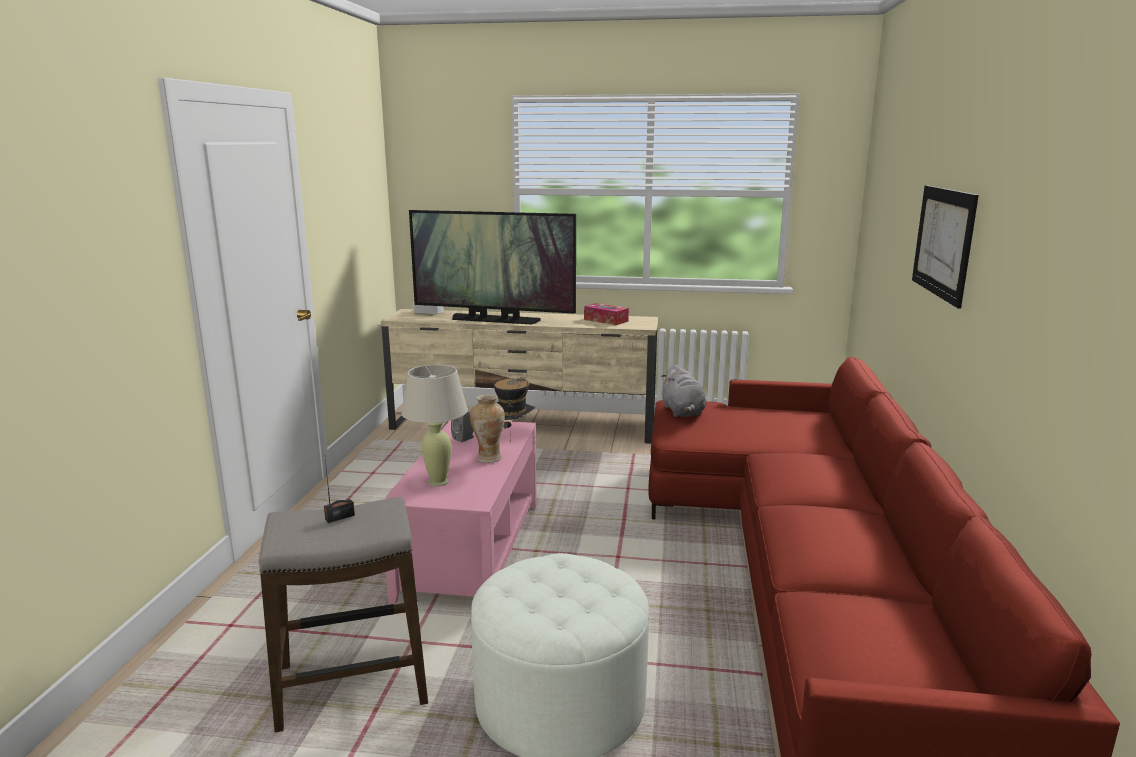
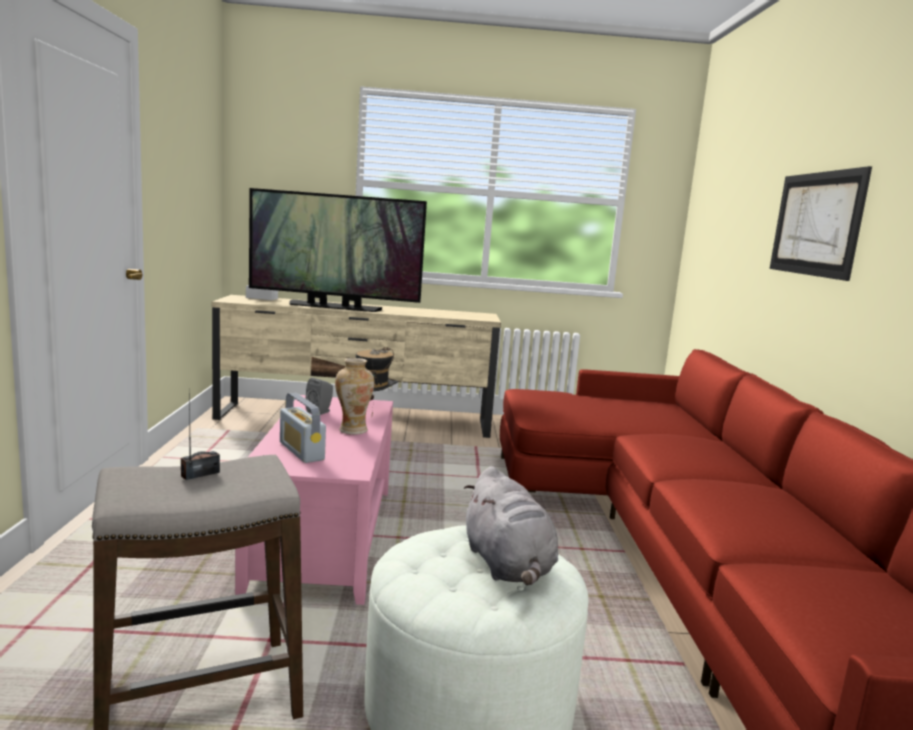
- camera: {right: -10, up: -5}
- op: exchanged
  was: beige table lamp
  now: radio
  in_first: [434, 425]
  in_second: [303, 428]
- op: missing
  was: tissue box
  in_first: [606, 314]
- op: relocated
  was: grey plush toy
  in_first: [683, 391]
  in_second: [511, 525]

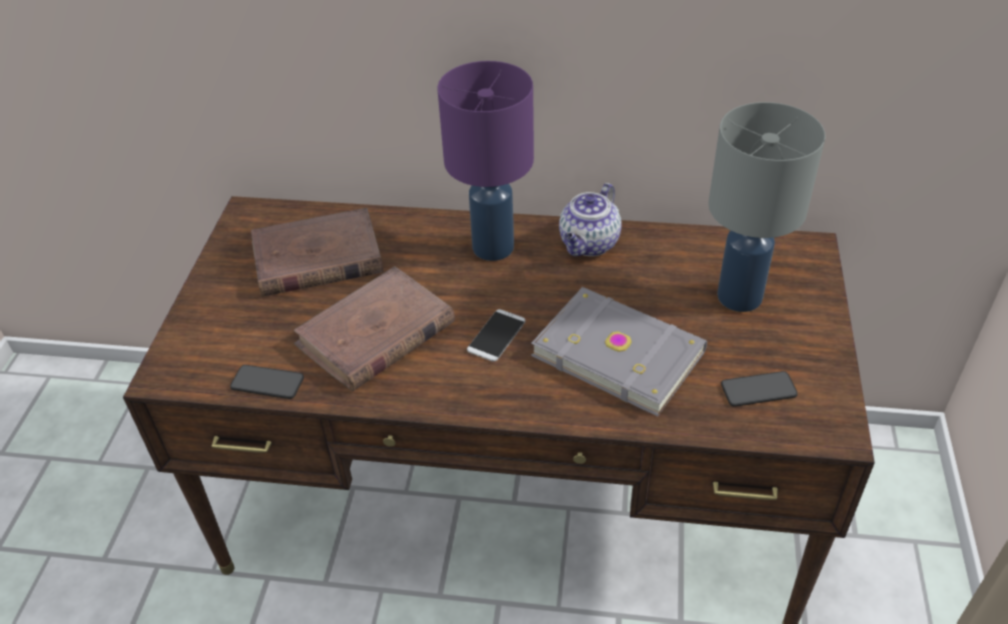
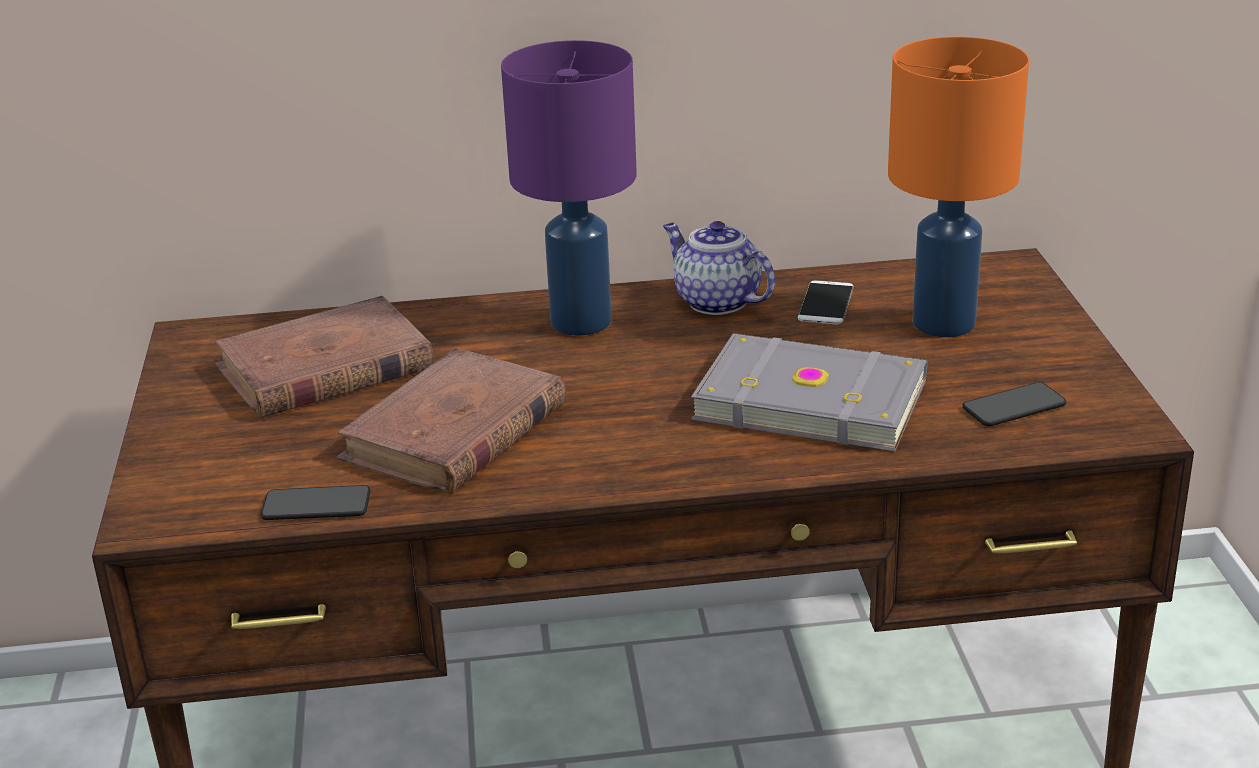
- camera: {right: -15, up: -15}
- op: relocated
  was: phone
  in_first: [496, 335]
  in_second: [826, 302]
- op: spun
  was: teapot
  in_first: [590, 219]
  in_second: [719, 268]
  clockwise: 120
- op: colour
  was: grey table lamp
  now: orange table lamp
  in_first: [766, 207]
  in_second: [958, 187]

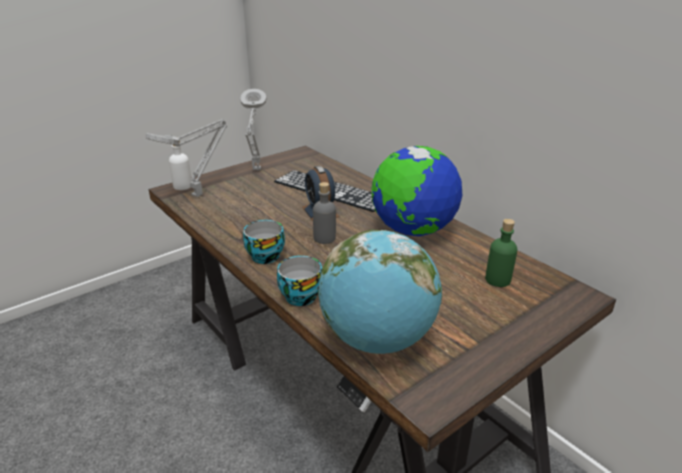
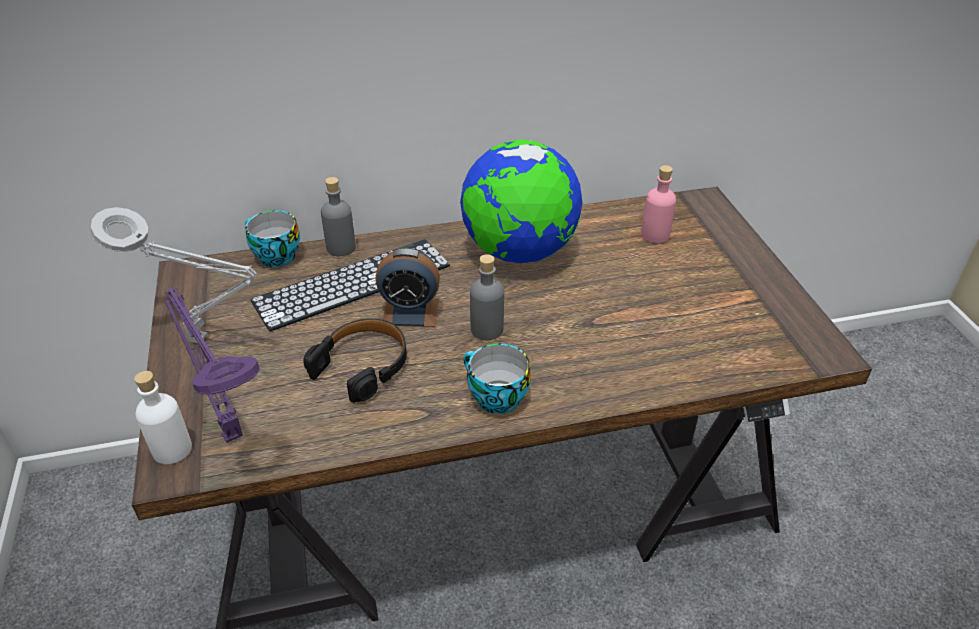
- camera: {right: -65, up: 10}
- op: colour
  was: grey table lamp
  now: purple table lamp
  in_first: [186, 158]
  in_second: [212, 365]
- op: relocated
  was: cup
  in_first: [299, 281]
  in_second: [272, 238]
- op: missing
  was: globe
  in_first: [380, 292]
- op: colour
  was: green bottle
  now: pink bottle
  in_first: [501, 253]
  in_second: [658, 204]
- op: appeared
  now: black headphones
  in_second: [355, 360]
- op: appeared
  now: grey bottle
  in_second: [338, 216]

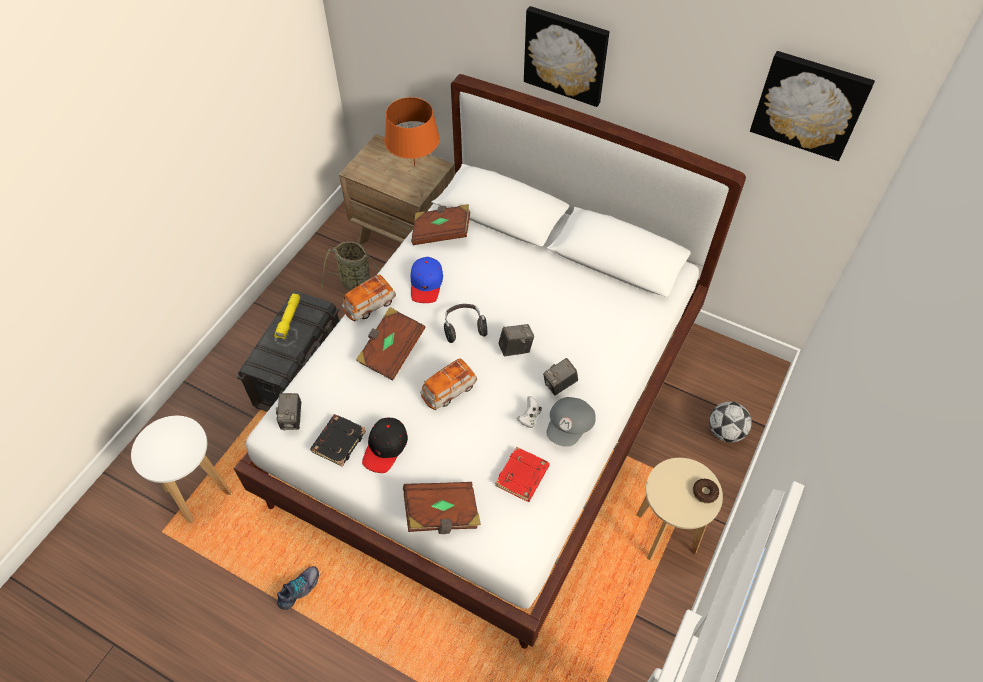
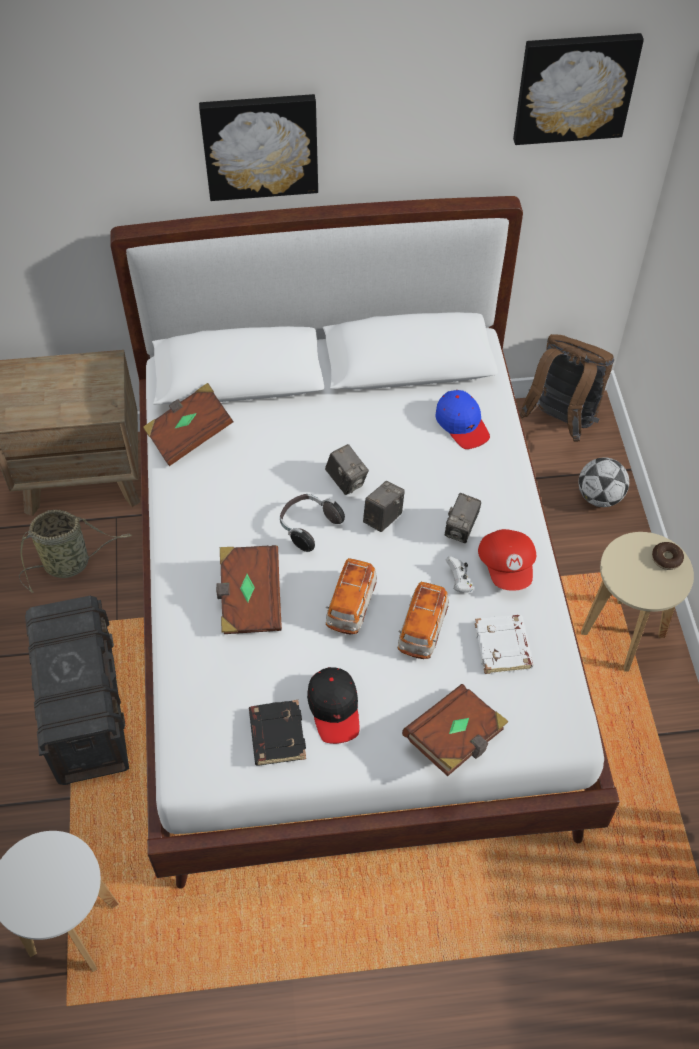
- camera: {right: -35, up: 0}
- op: missing
  was: yellow flashlight
  in_first: [287, 316]
- op: relocated
  was: photo camera
  in_first: [289, 412]
  in_second: [347, 469]
- op: missing
  was: shoe
  in_first: [298, 588]
- op: relocated
  was: toy car
  in_first: [369, 298]
  in_second: [423, 620]
- op: missing
  was: orange table lamp
  in_first: [412, 132]
- op: relocated
  was: blue cap
  in_first: [426, 280]
  in_second: [462, 419]
- op: colour
  was: red book
  now: white book
  in_first: [522, 474]
  in_second: [504, 644]
- op: colour
  was: grey cap
  now: red cap
  in_first: [571, 422]
  in_second: [507, 560]
- op: appeared
  now: brown backpack
  in_second: [566, 388]

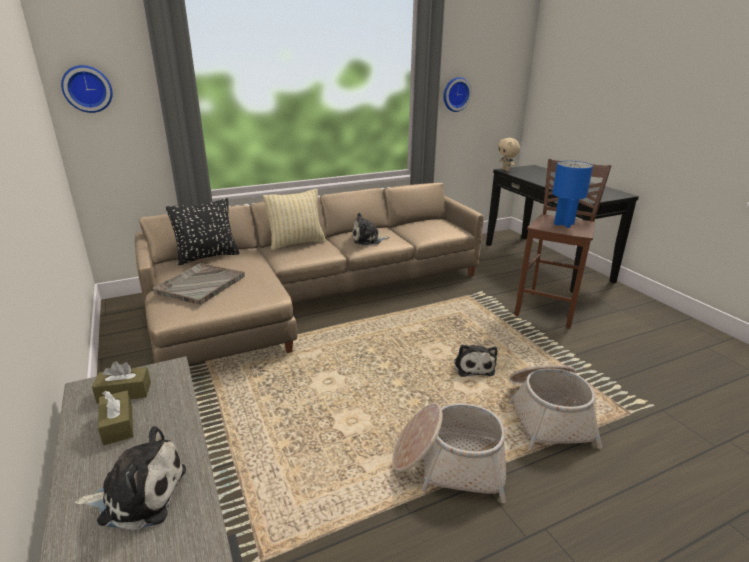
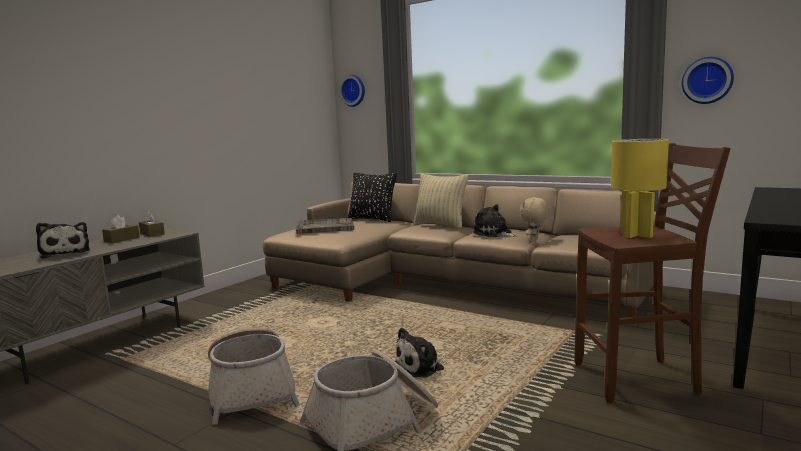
- camera: {right: 60, up: -15}
- op: relocated
  was: beige plush toy
  in_first: [509, 154]
  in_second: [534, 219]
- op: colour
  was: blue table lamp
  now: yellow table lamp
  in_first: [572, 194]
  in_second: [640, 188]

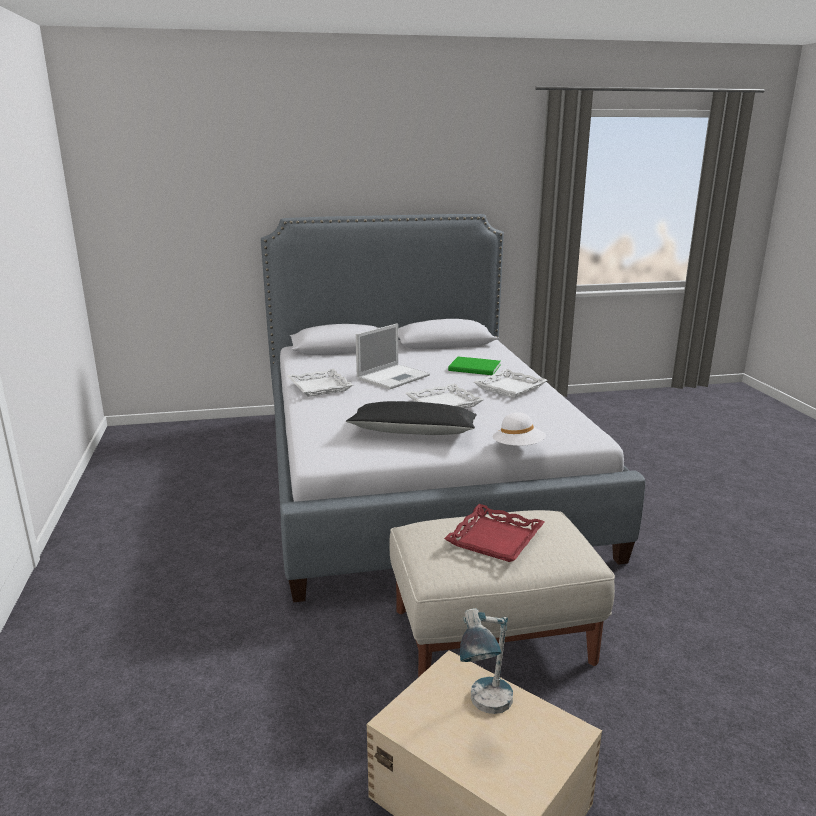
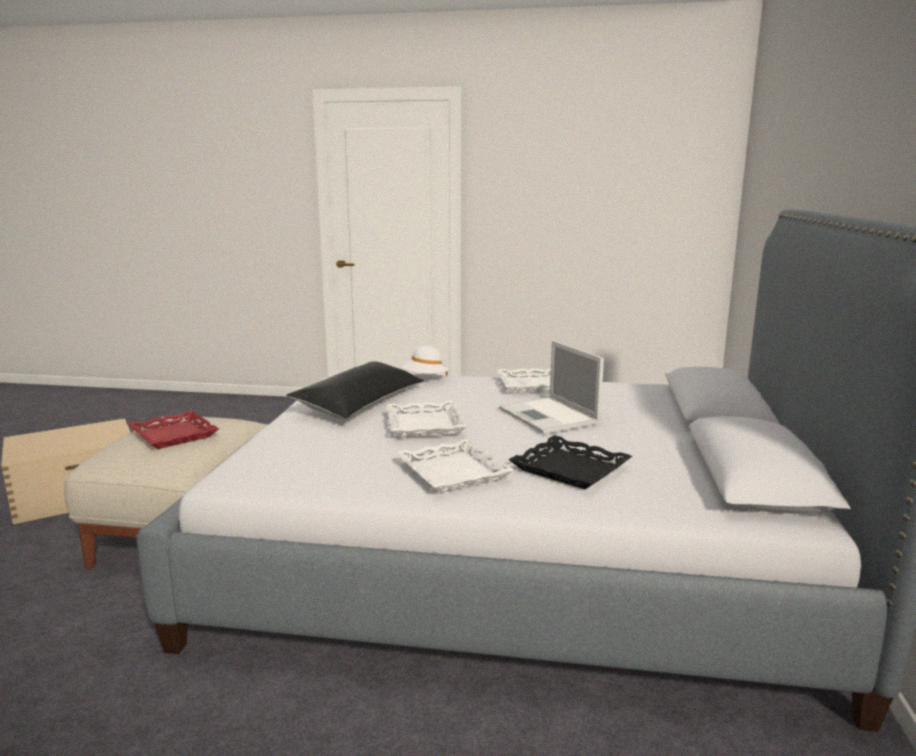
- camera: {right: 110, up: -5}
- op: exchanged
  was: green book
  now: black tray
  in_first: [474, 365]
  in_second: [570, 462]
- op: missing
  was: table lamp
  in_first: [486, 661]
- op: relocated
  was: white hat
  in_first: [519, 429]
  in_second: [424, 361]

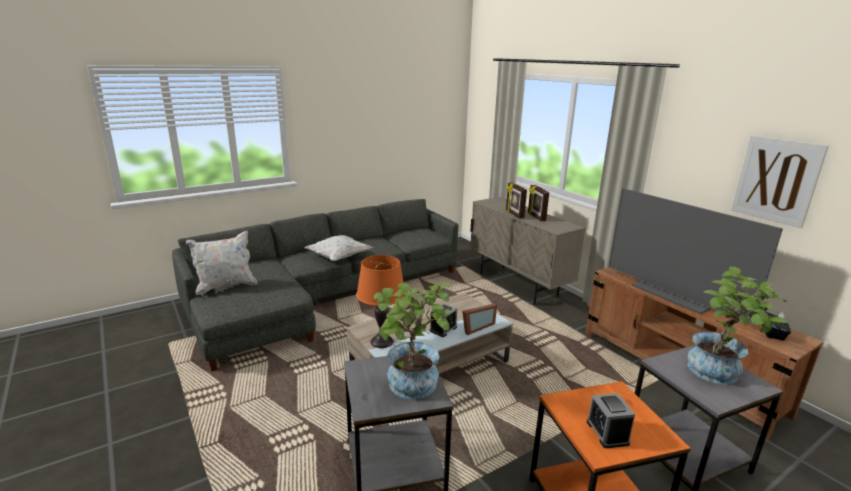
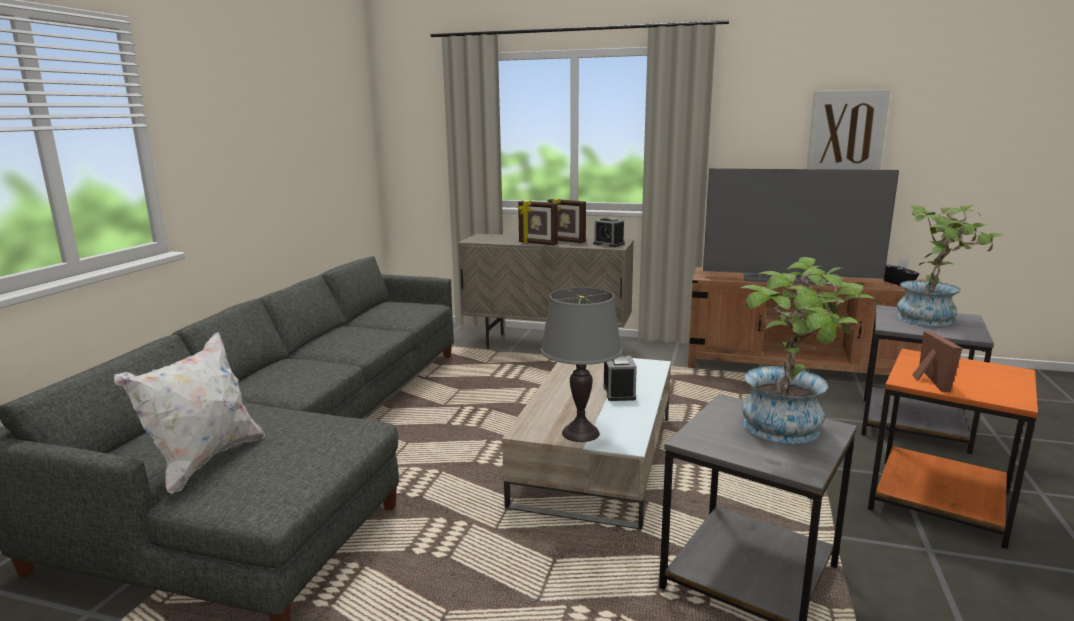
- camera: {right: -40, up: -5}
- op: missing
  was: white pillow
  in_first: [339, 248]
- op: colour
  was: orange table lamp
  now: grey table lamp
  in_first: [380, 301]
  in_second: [581, 364]
- op: relocated
  was: picture frame
  in_first: [479, 319]
  in_second: [937, 361]
- op: relocated
  was: alarm clock
  in_first: [611, 420]
  in_second: [609, 232]

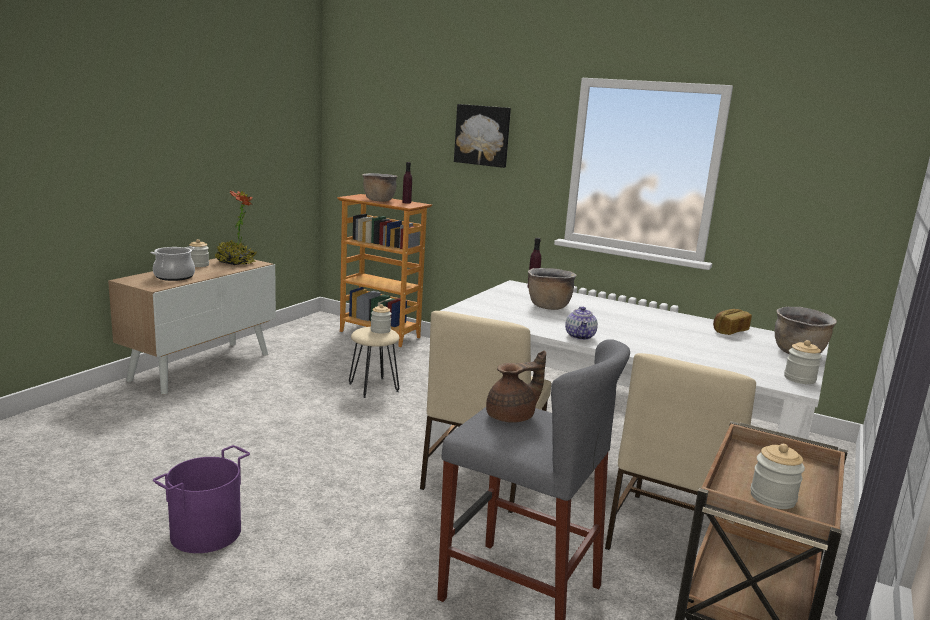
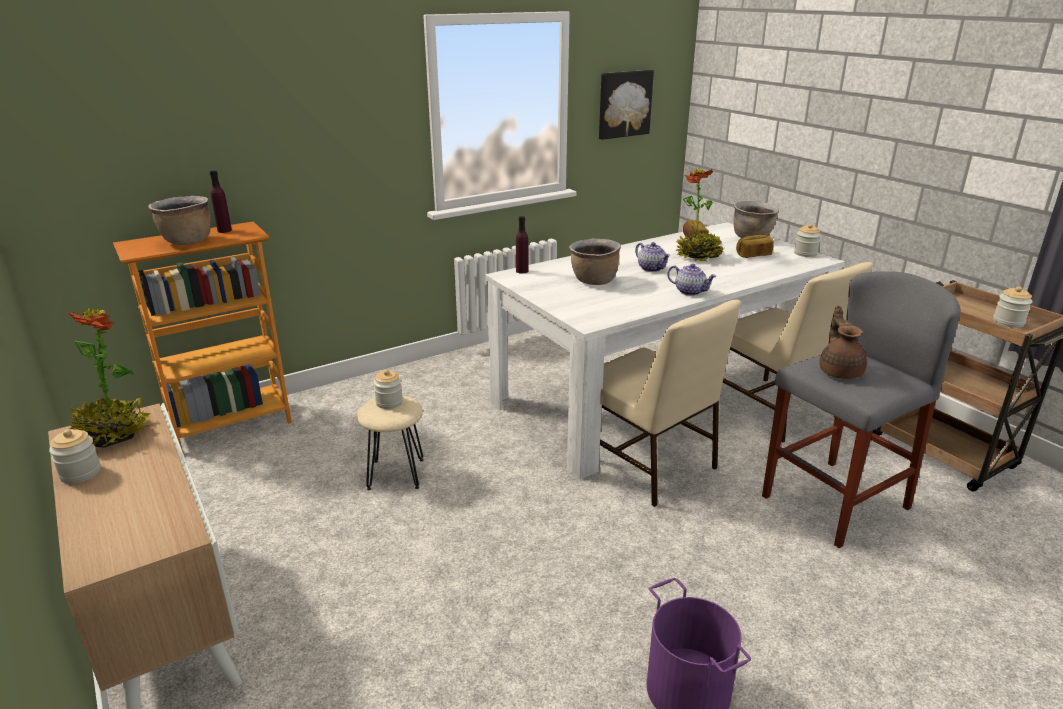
- camera: {right: -60, up: 10}
- op: missing
  was: cooking pot
  in_first: [173, 263]
- op: relocated
  was: picture
  in_first: [482, 136]
  in_second: [626, 105]
- op: appeared
  now: teapot
  in_second: [652, 257]
- op: appeared
  now: potted plant
  in_second: [699, 215]
- op: appeared
  now: bread
  in_second: [755, 246]

